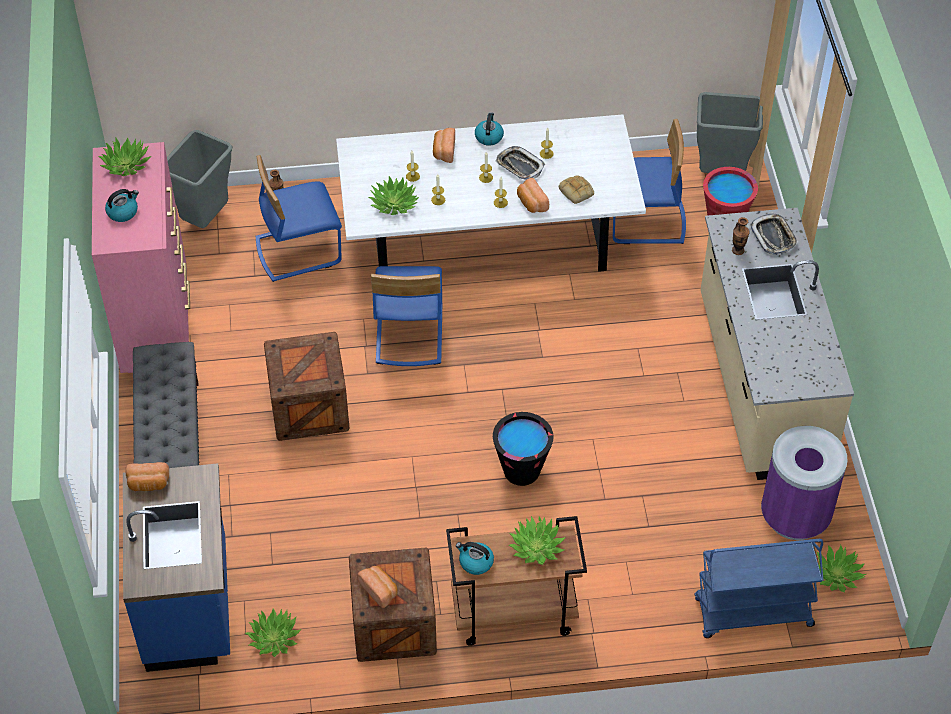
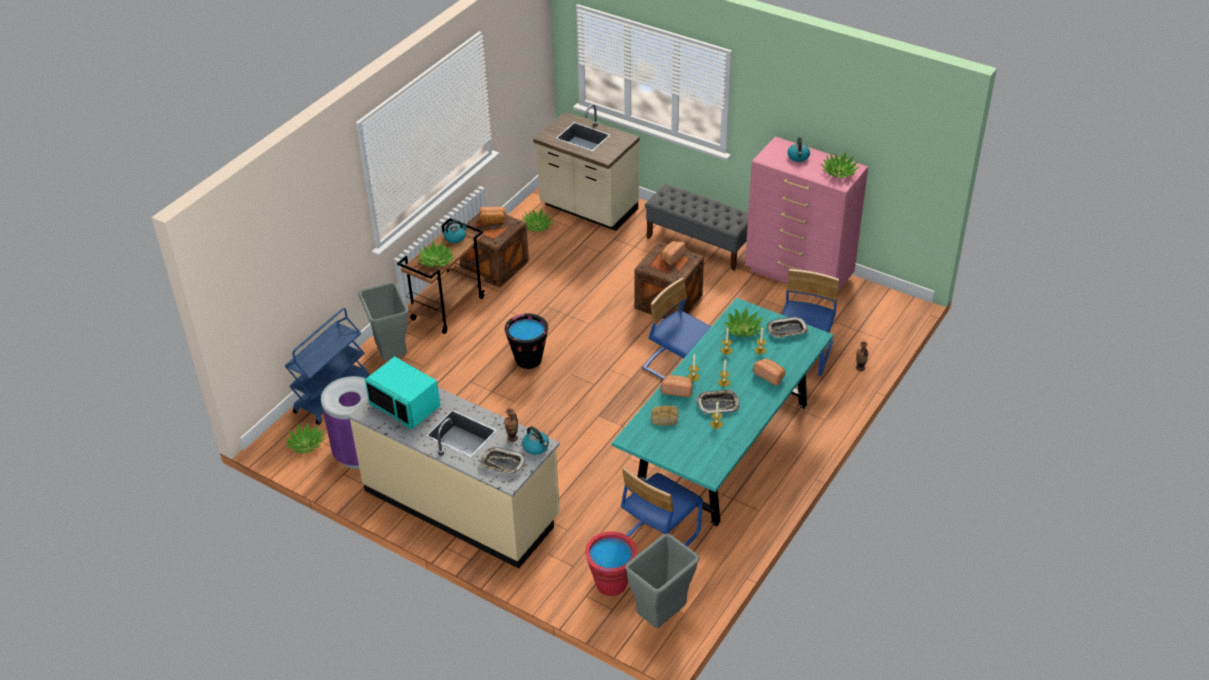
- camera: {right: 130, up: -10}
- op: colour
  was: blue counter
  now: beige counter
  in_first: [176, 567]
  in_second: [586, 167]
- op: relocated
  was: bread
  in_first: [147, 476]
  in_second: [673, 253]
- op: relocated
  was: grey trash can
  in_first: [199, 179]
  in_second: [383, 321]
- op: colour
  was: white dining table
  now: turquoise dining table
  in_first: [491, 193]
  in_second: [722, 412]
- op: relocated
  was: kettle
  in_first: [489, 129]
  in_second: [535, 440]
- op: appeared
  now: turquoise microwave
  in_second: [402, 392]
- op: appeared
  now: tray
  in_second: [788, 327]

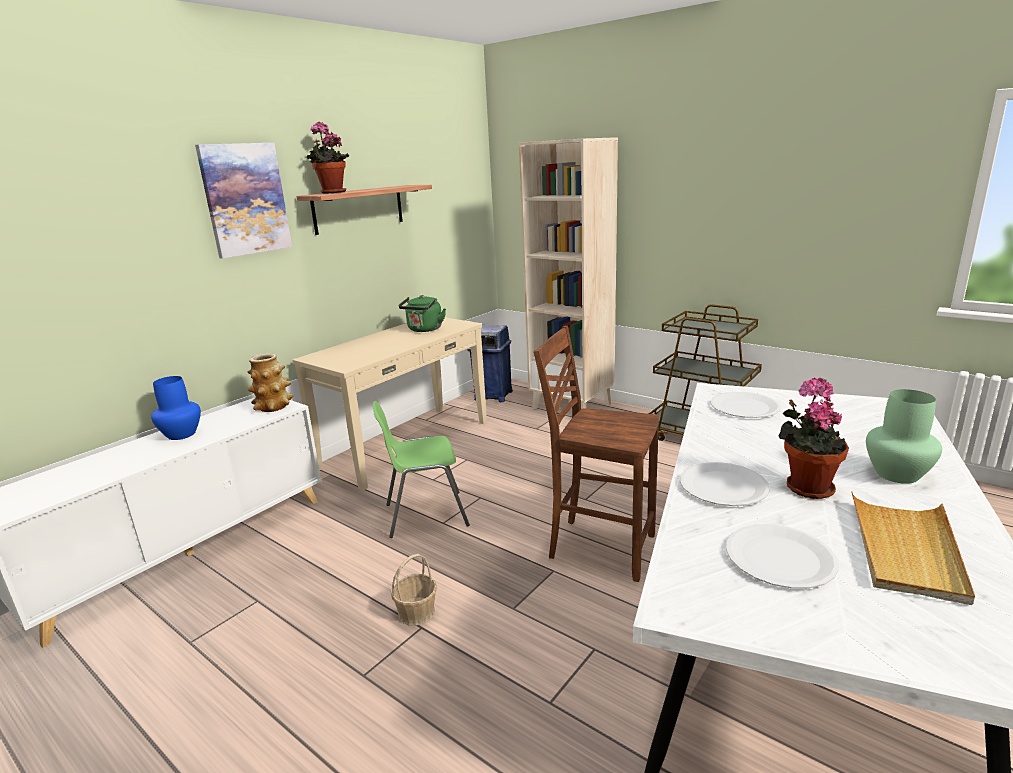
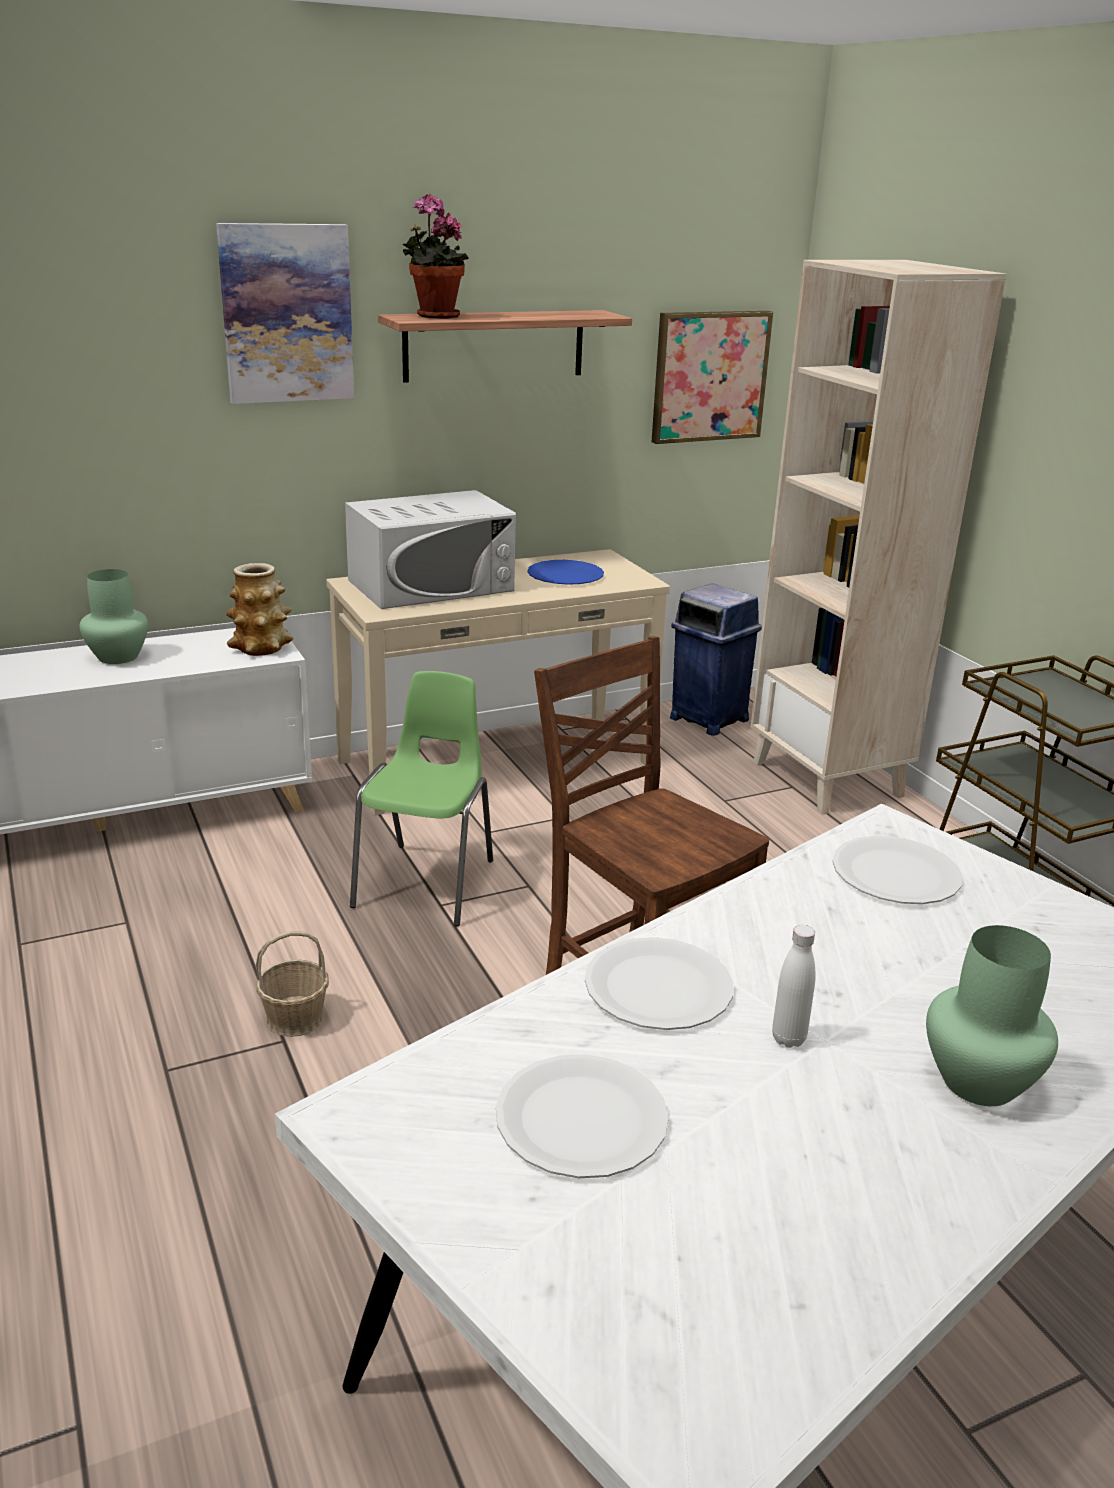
- camera: {right: 25, up: 5}
- op: colour
  was: blue vase
  now: green vase
  in_first: [176, 408]
  in_second: [113, 616]
- op: spun
  was: green chair
  in_first: [421, 469]
  in_second: [421, 798]
  clockwise: 90
- op: exchanged
  was: green kettle
  now: blue plate
  in_first: [422, 313]
  in_second: [565, 572]
- op: exchanged
  was: potted plant
  now: white bottle
  in_first: [814, 438]
  in_second: [793, 986]
- op: missing
  was: beige tray
  in_first: [913, 548]
- op: appeared
  now: white microwave
  in_second: [430, 549]
- op: appeared
  now: picture
  in_second: [712, 377]

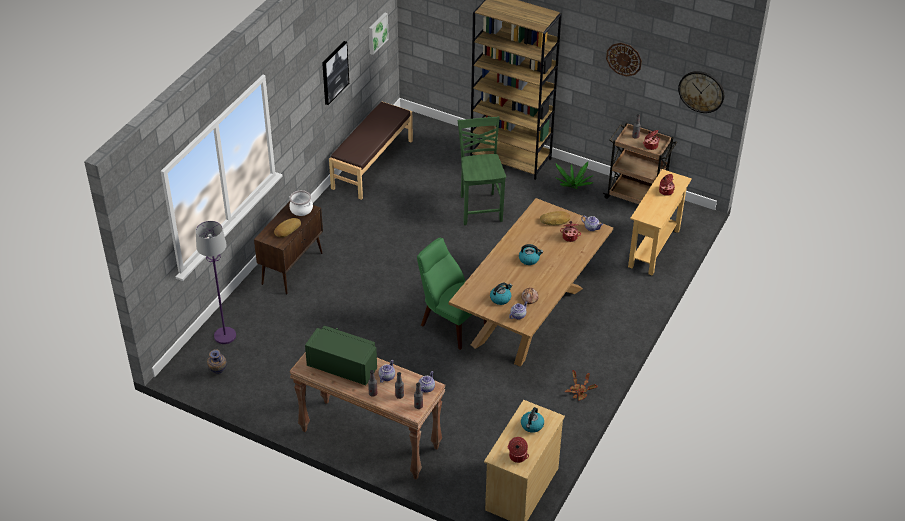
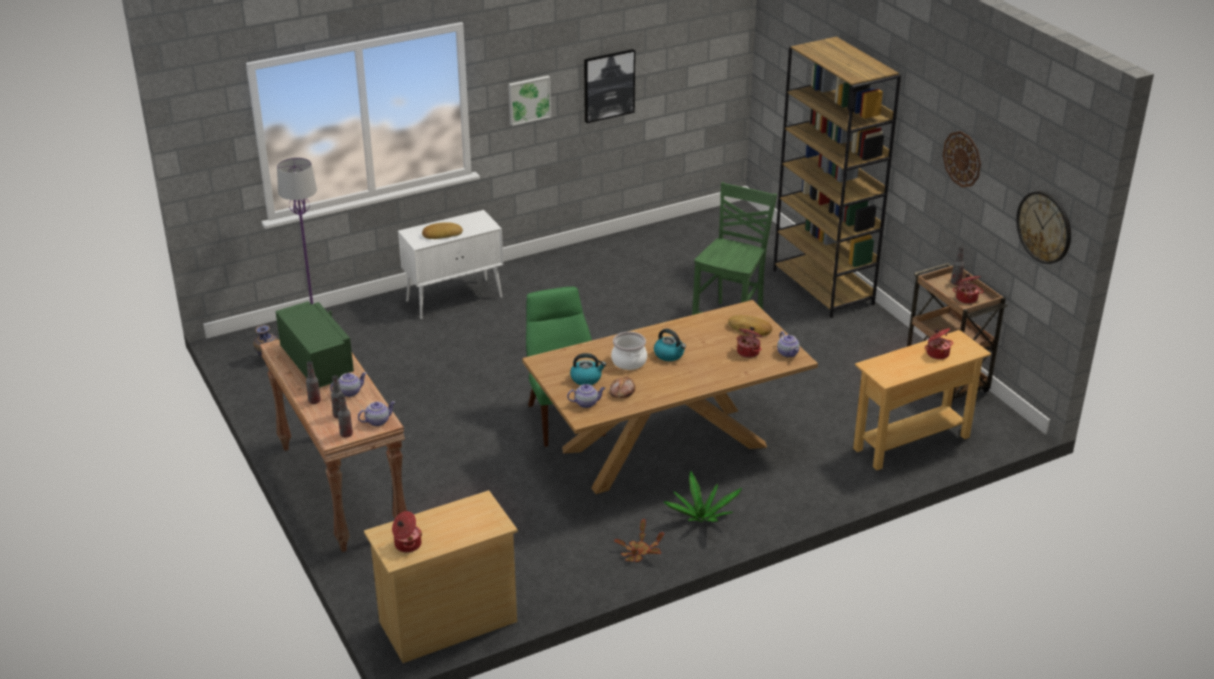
- camera: {right: 35, up: -10}
- op: colour
  was: brown cabinet
  now: white cabinet
  in_first: [288, 247]
  in_second: [450, 264]
- op: relocated
  was: cooking pot
  in_first: [301, 203]
  in_second: [629, 351]
- op: missing
  was: brown bench
  in_first: [371, 151]
- op: relocated
  was: picture
  in_first: [379, 33]
  in_second: [529, 100]
- op: missing
  was: kettle
  in_first: [532, 420]
- op: relocated
  was: potted plant
  in_first: [574, 175]
  in_second: [703, 496]

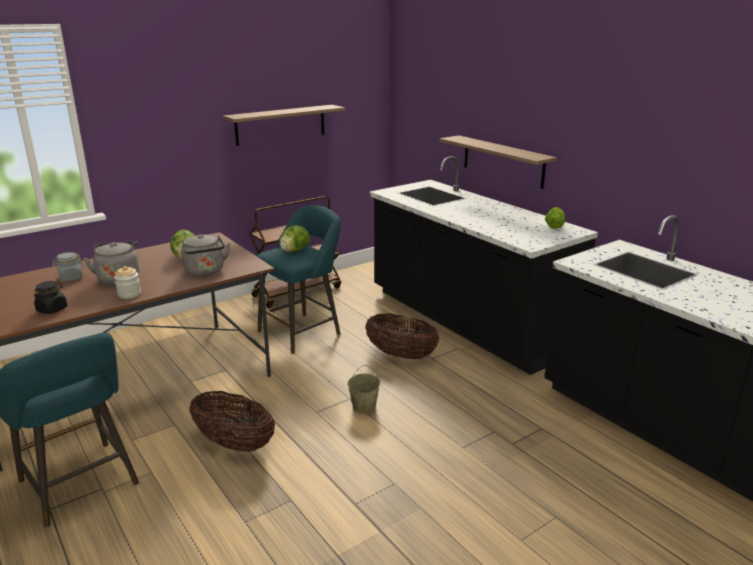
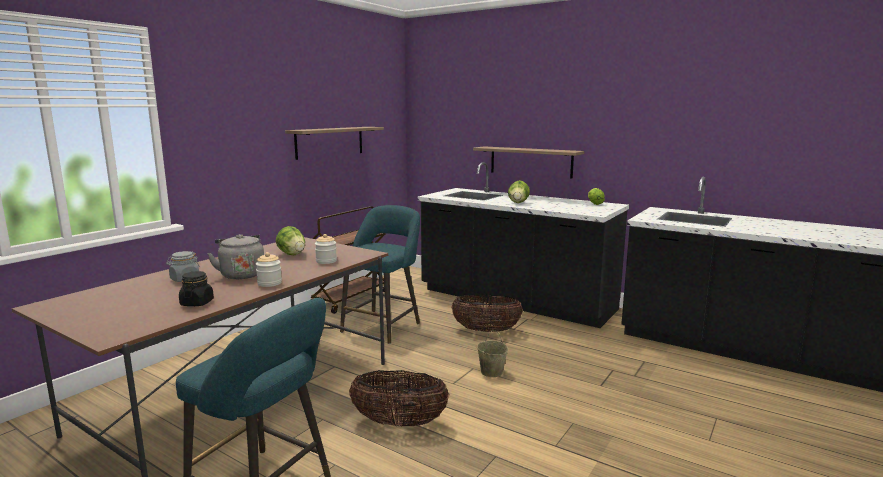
- camera: {right: -20, up: -10}
- op: exchanged
  was: grey kettle
  now: jar
  in_first: [205, 255]
  in_second: [326, 249]
- op: relocated
  was: lettuce
  in_first: [295, 238]
  in_second: [519, 191]

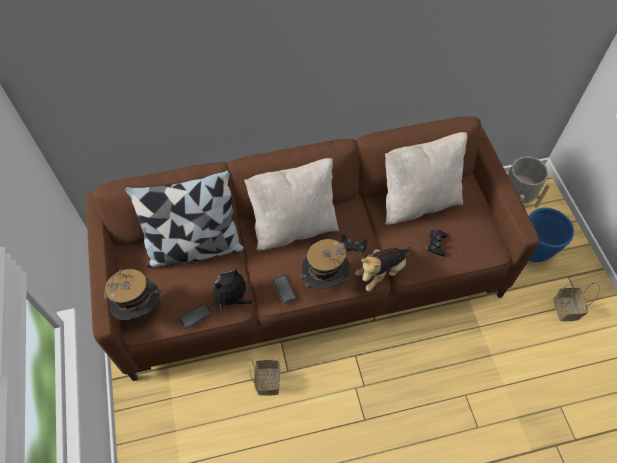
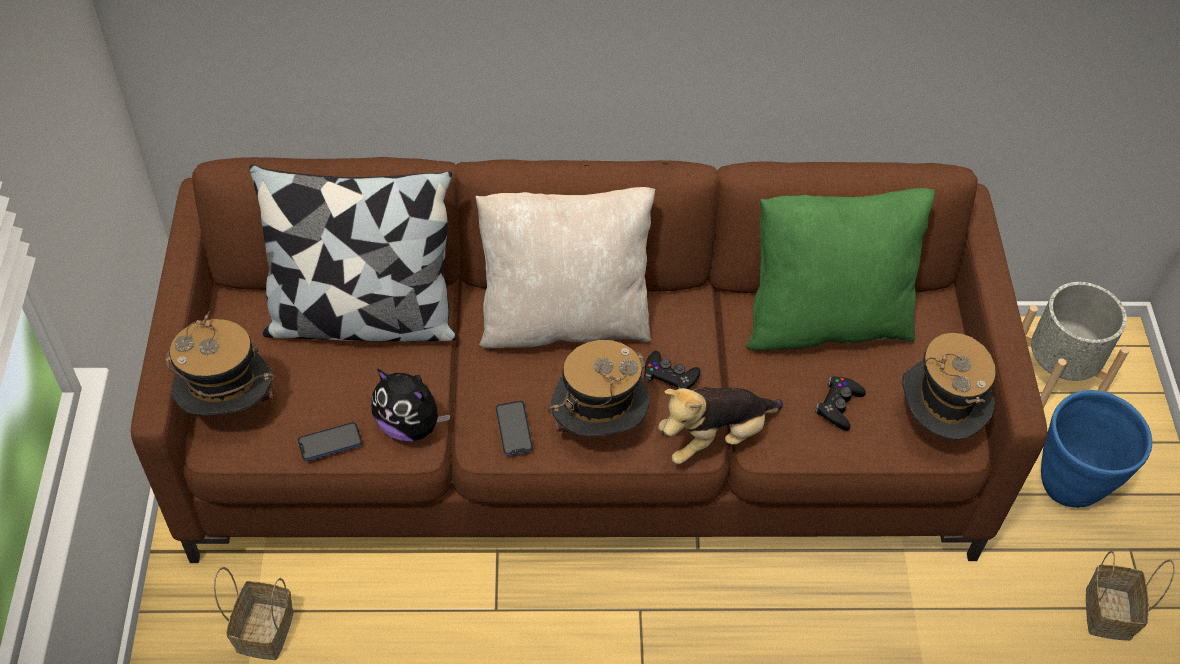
- camera: {right: 10, up: -5}
- op: spun
  was: plush toy
  in_first: [232, 289]
  in_second: [410, 405]
  clockwise: -120
- op: relocated
  was: basket
  in_first: [264, 377]
  in_second: [254, 613]
- op: colour
  was: beige pillow
  now: green pillow
  in_first: [426, 178]
  in_second: [840, 269]
- op: appeared
  now: hat
  in_second: [949, 386]

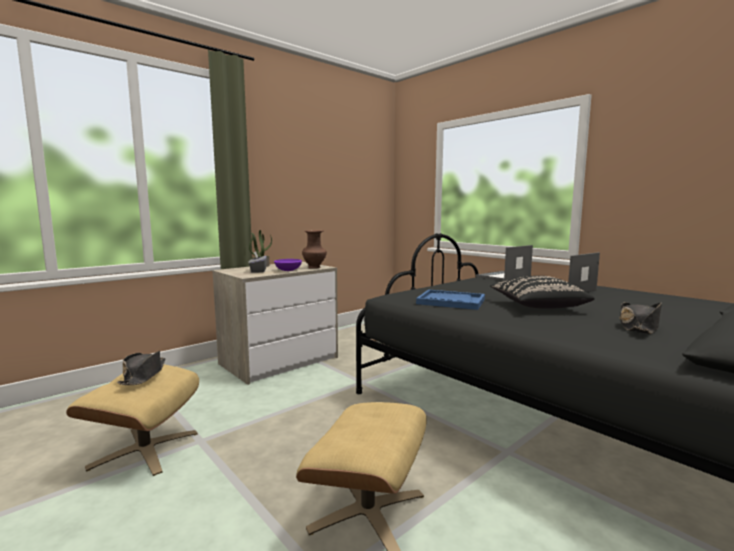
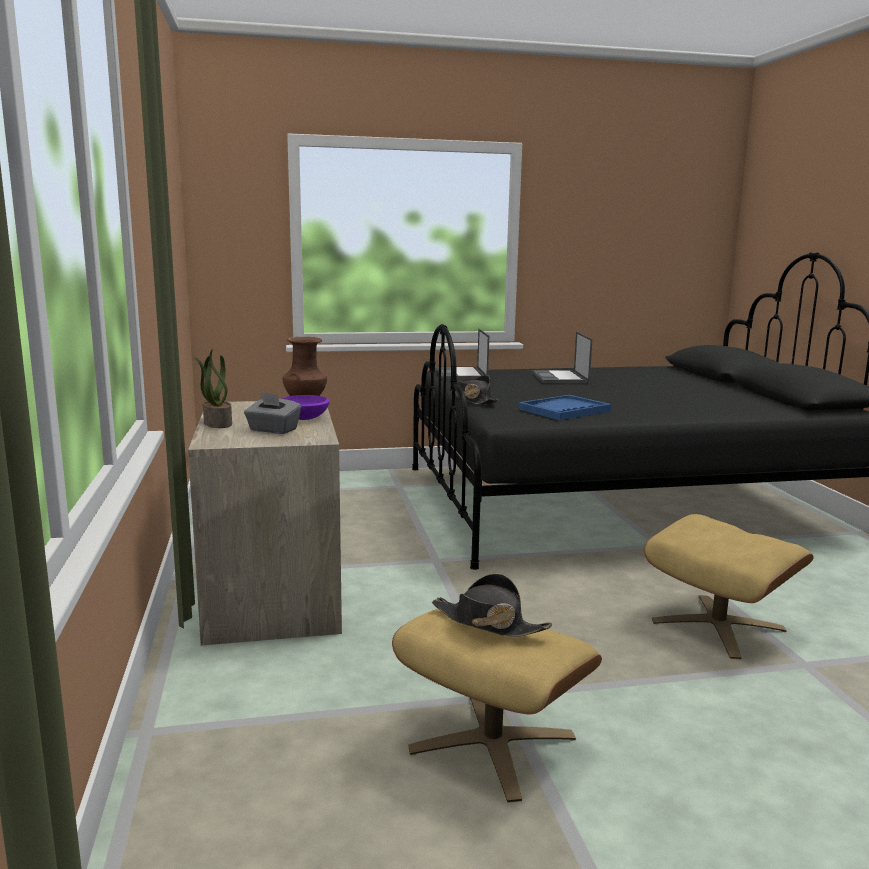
- camera: {right: -60, up: 5}
- op: missing
  was: black pillow
  in_first: [542, 292]
- op: relocated
  was: black hat
  in_first: [640, 318]
  in_second: [476, 389]

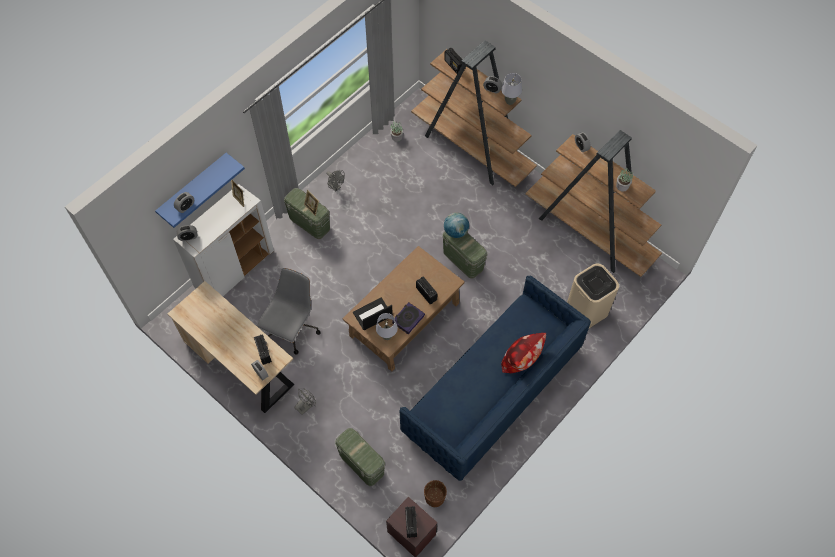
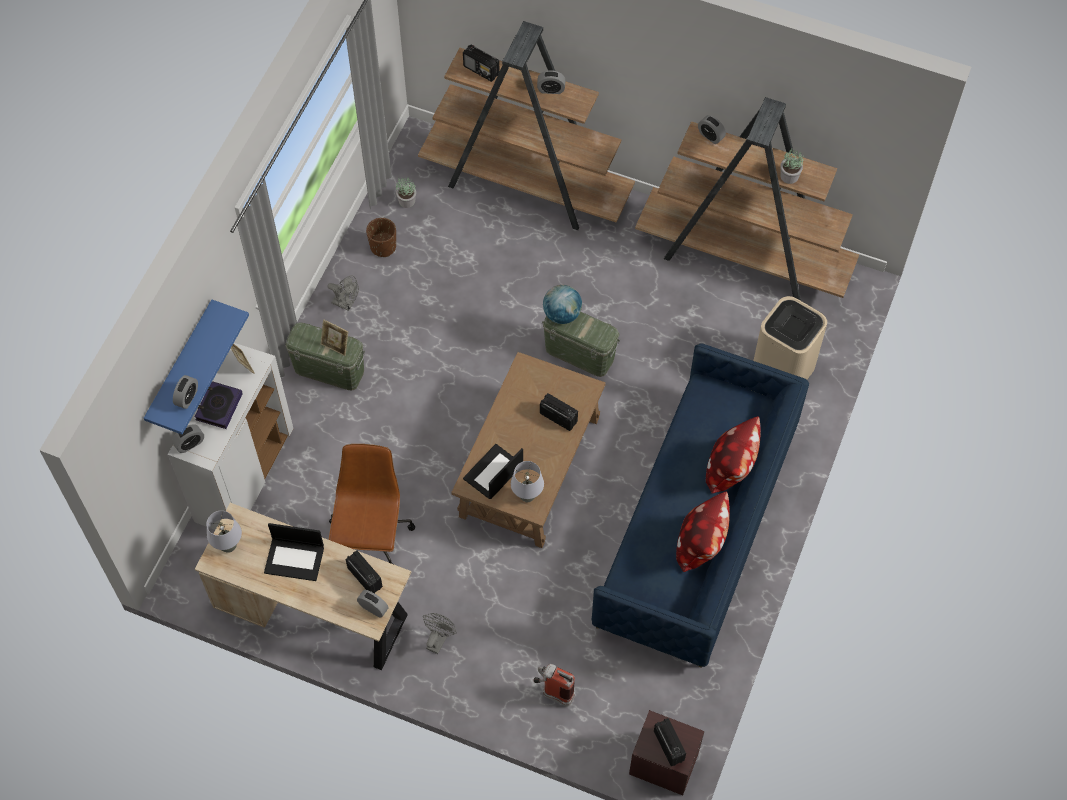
- camera: {right: -20, up: 0}
- op: colour
  was: grey office chair
  now: brown office chair
  in_first: [288, 311]
  in_second: [371, 504]
- op: exchanged
  was: green storage box
  now: fire extinguisher
  in_first: [360, 457]
  in_second: [554, 685]
- op: relocated
  was: book
  in_first: [408, 318]
  in_second: [219, 405]
- op: relocated
  was: brown planter
  in_first: [435, 493]
  in_second: [381, 237]
- op: relocated
  was: grey table lamp
  in_first: [511, 89]
  in_second: [224, 532]
- op: appeared
  now: laptop
  in_second: [294, 552]
- op: appeared
  now: pillow
  in_second: [703, 531]

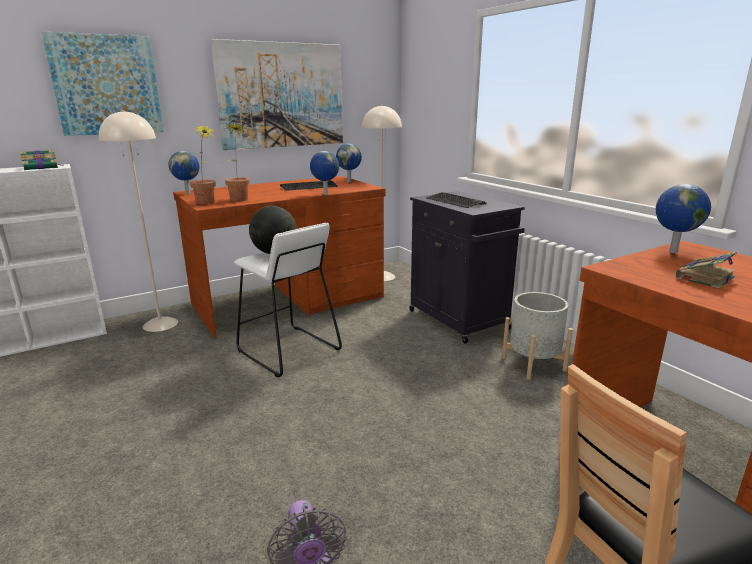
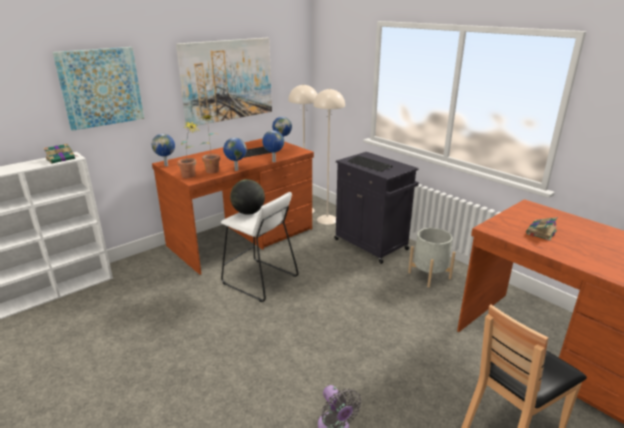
- camera: {right: -10, up: 5}
- op: relocated
  was: beige floor lamp
  in_first: [138, 221]
  in_second: [329, 156]
- op: relocated
  was: globe
  in_first: [683, 218]
  in_second: [235, 154]

